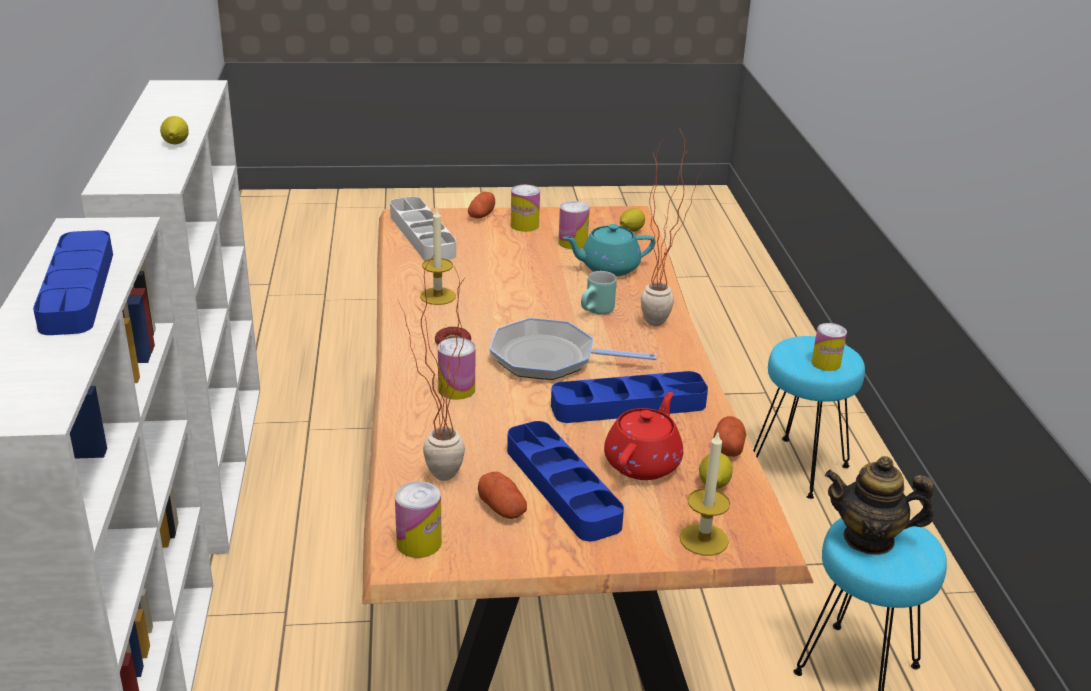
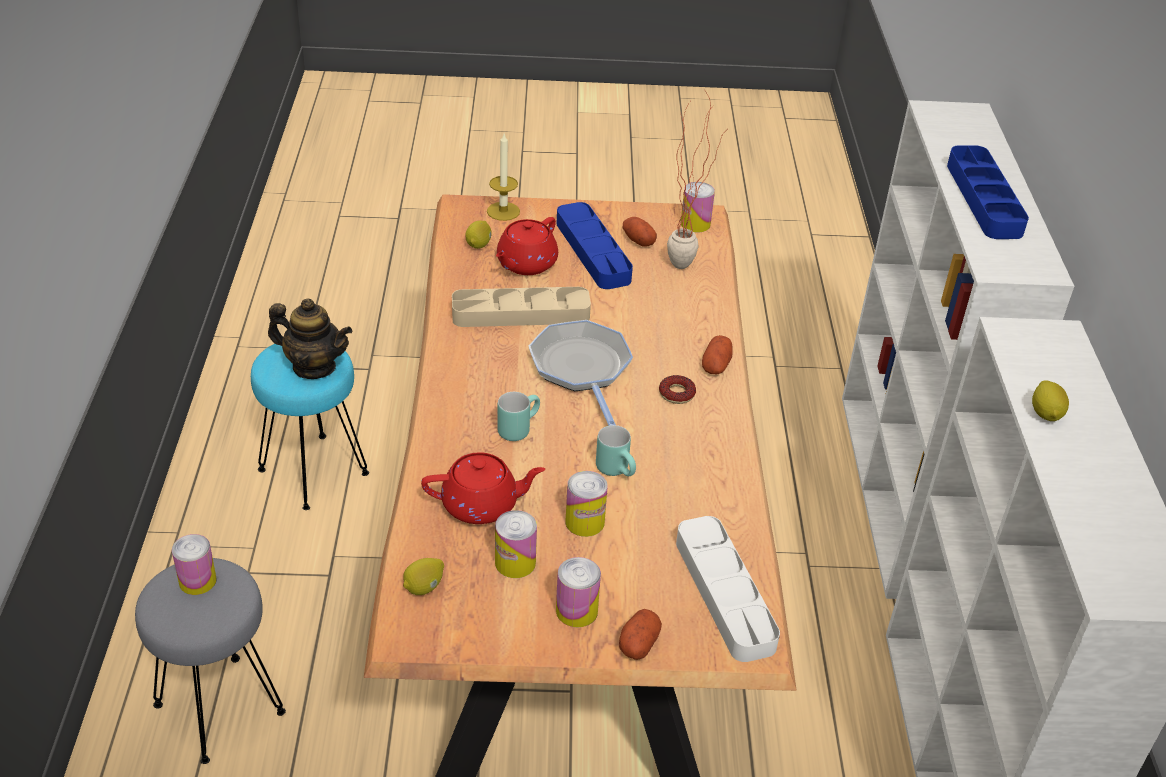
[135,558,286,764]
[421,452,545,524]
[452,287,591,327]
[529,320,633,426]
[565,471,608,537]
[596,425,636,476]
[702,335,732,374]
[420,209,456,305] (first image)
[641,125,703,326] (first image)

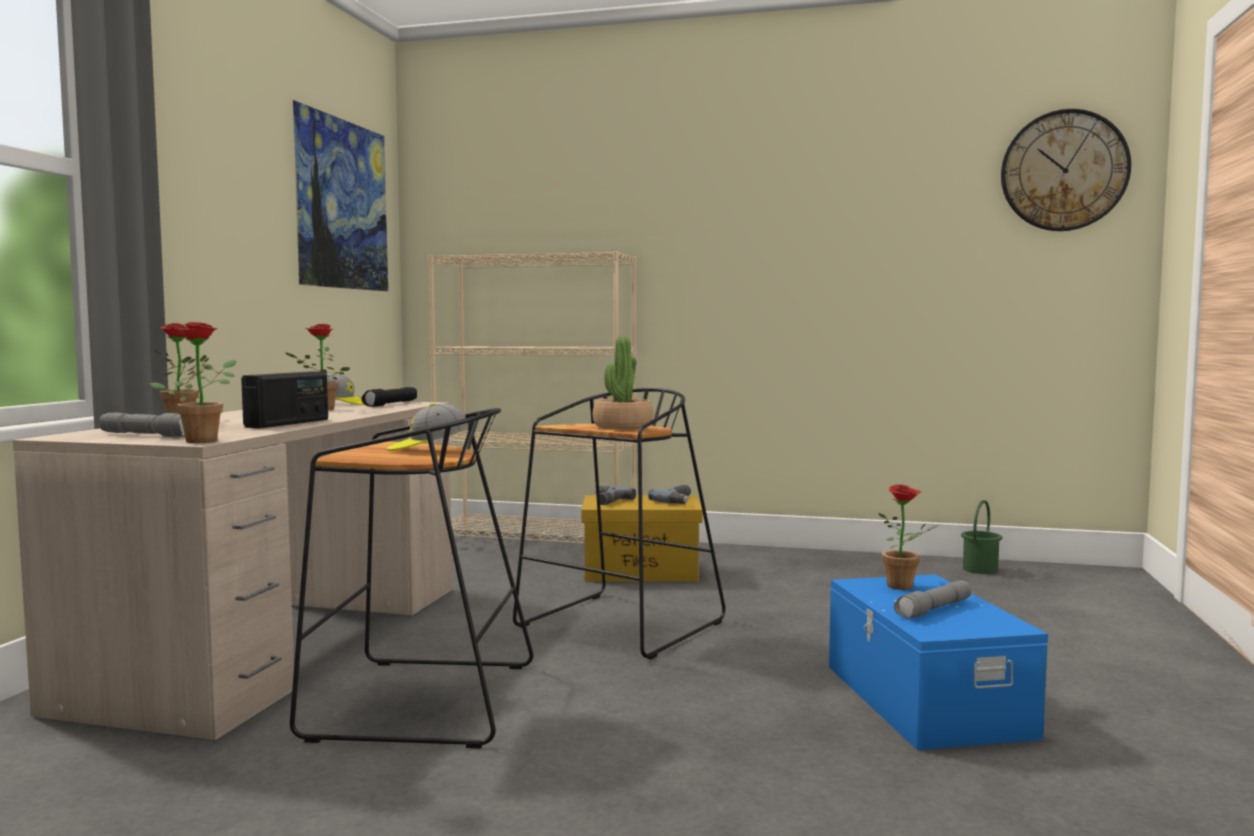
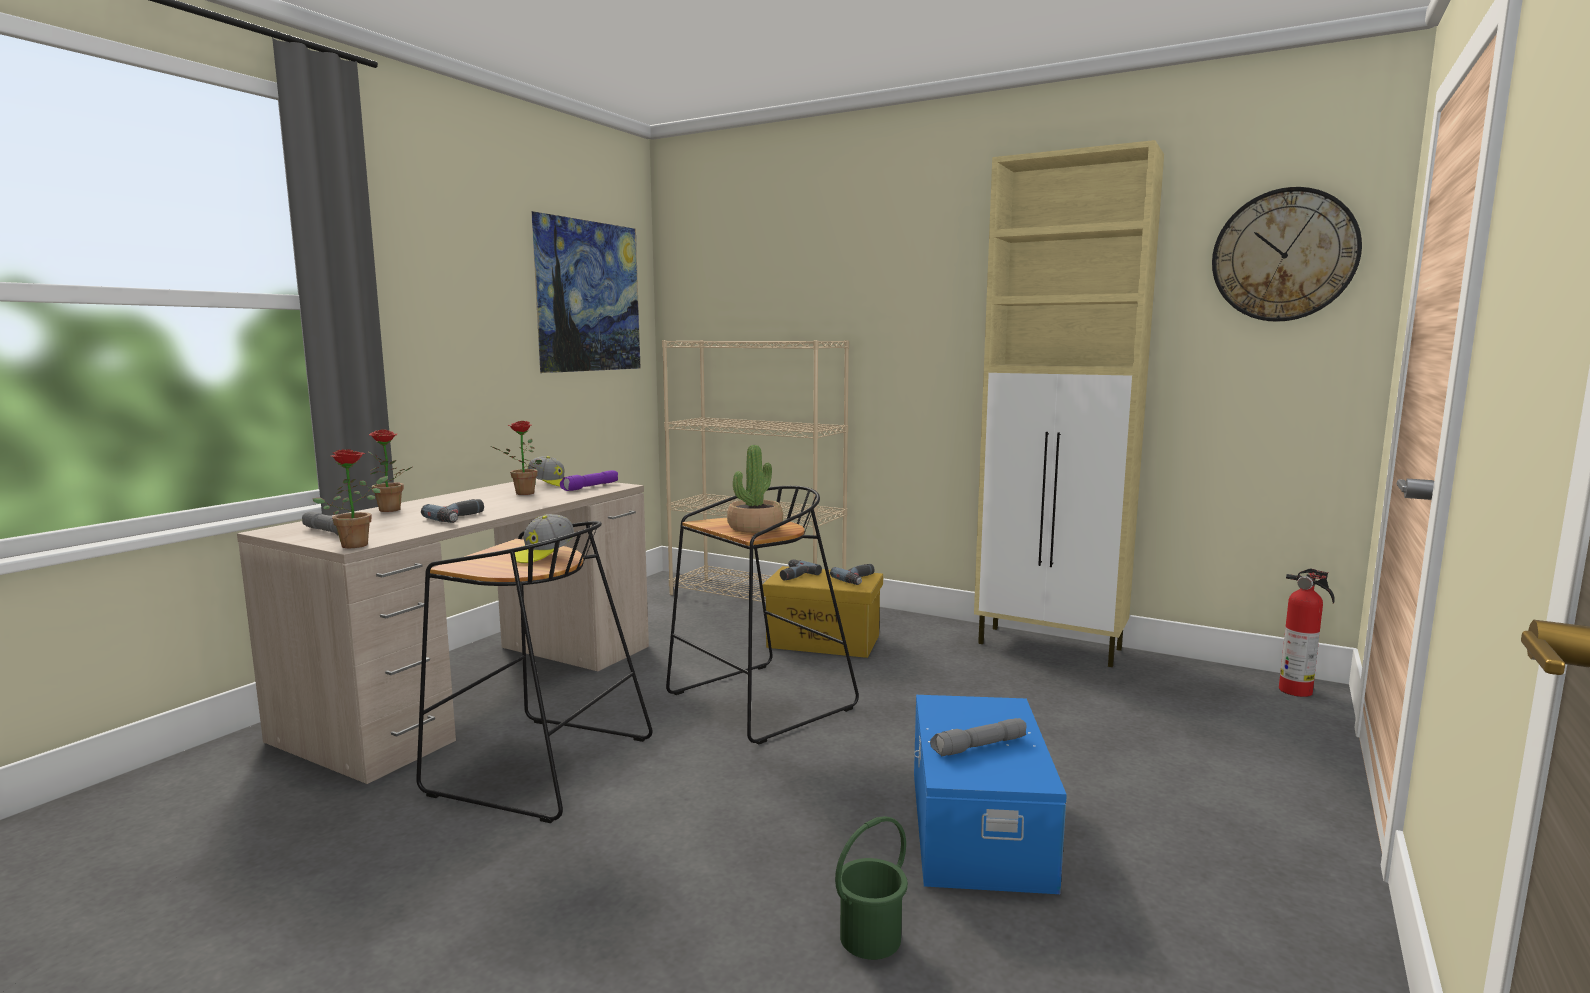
[421,499,484,523]
[515,514,574,563]
[560,470,618,491]
[835,816,908,960]
[974,140,1164,667]
[1279,568,1335,697]
[879,484,938,590] (first image)

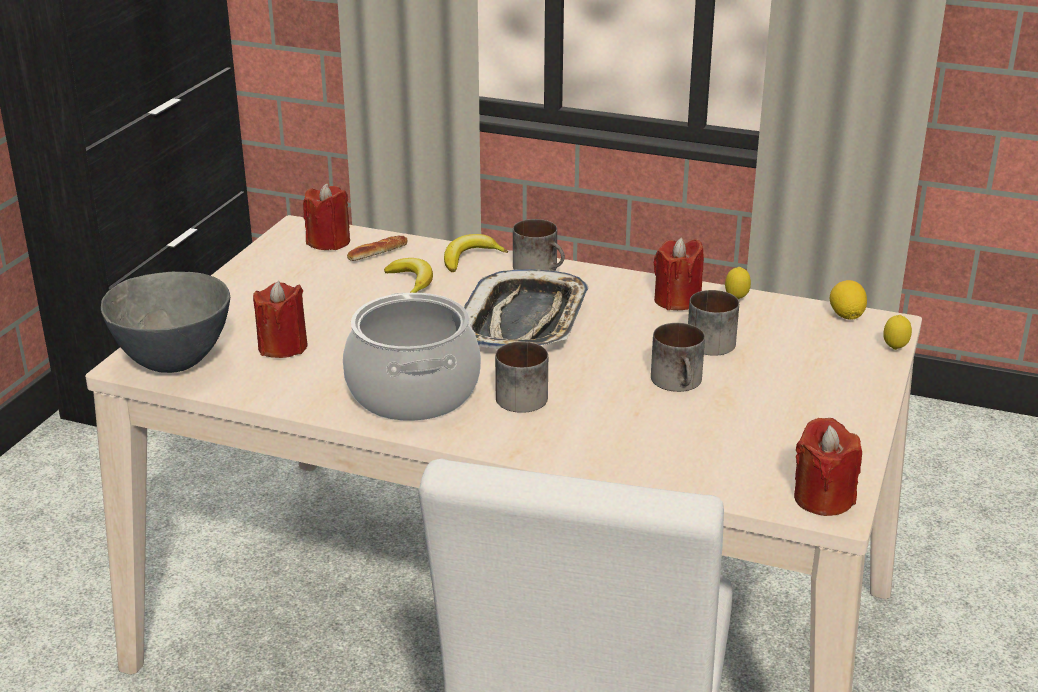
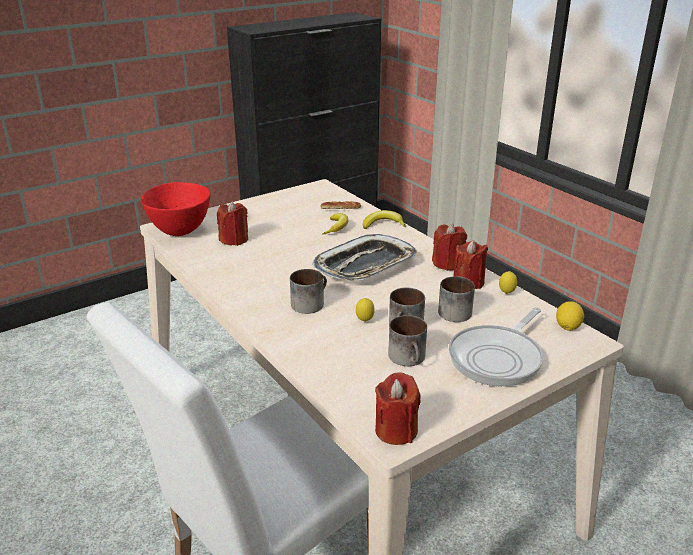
[141,182,210,236]
[356,298,375,322]
[388,315,427,366]
[432,224,467,271]
[449,307,543,386]
[343,293,481,421] (first image)

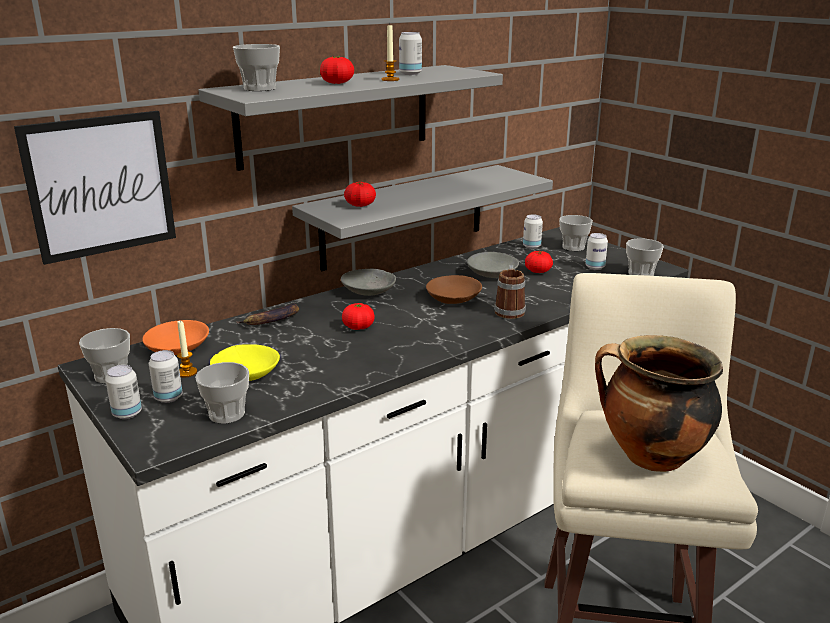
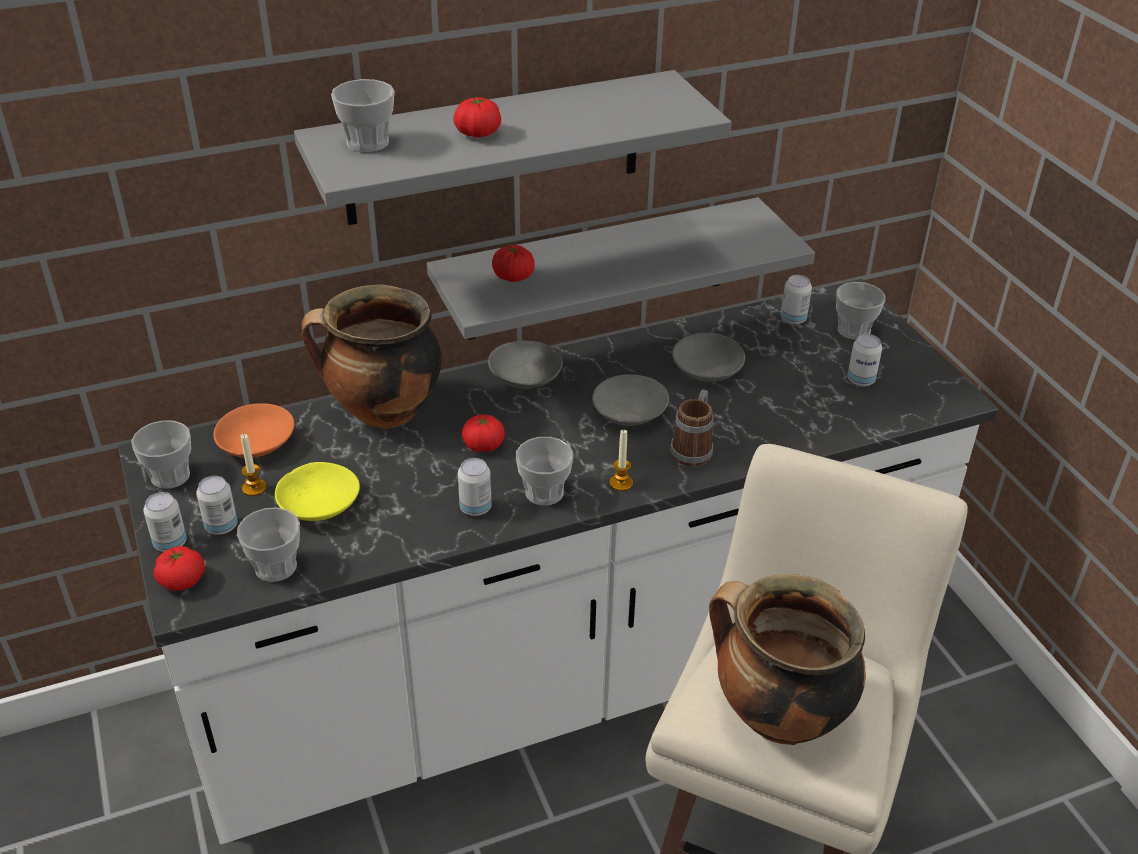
[153,546,205,591]
[301,284,442,429]
[458,458,492,516]
[516,437,573,506]
[592,374,669,426]
[610,430,633,491]
[14,111,176,265] (first image)

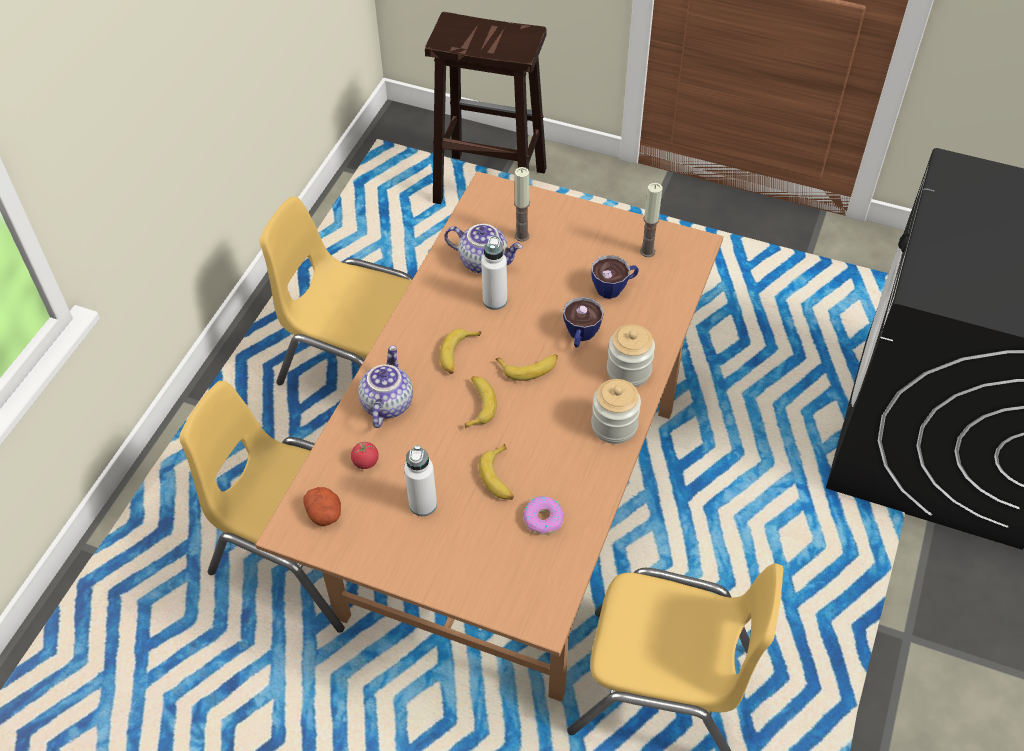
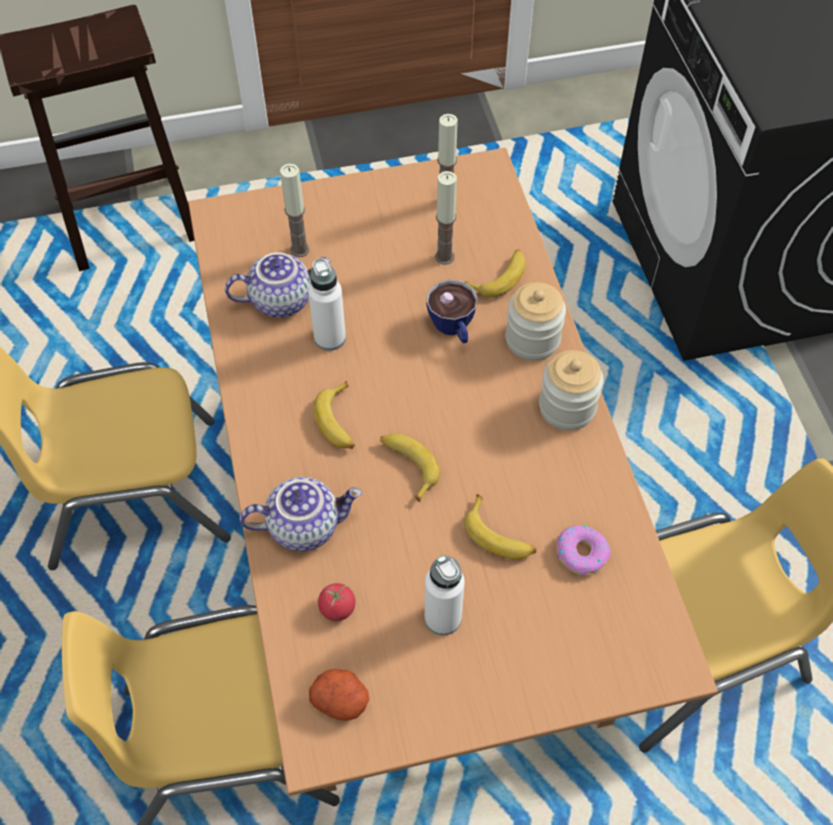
[240,477,362,552]
[435,171,457,265]
[464,249,526,298]

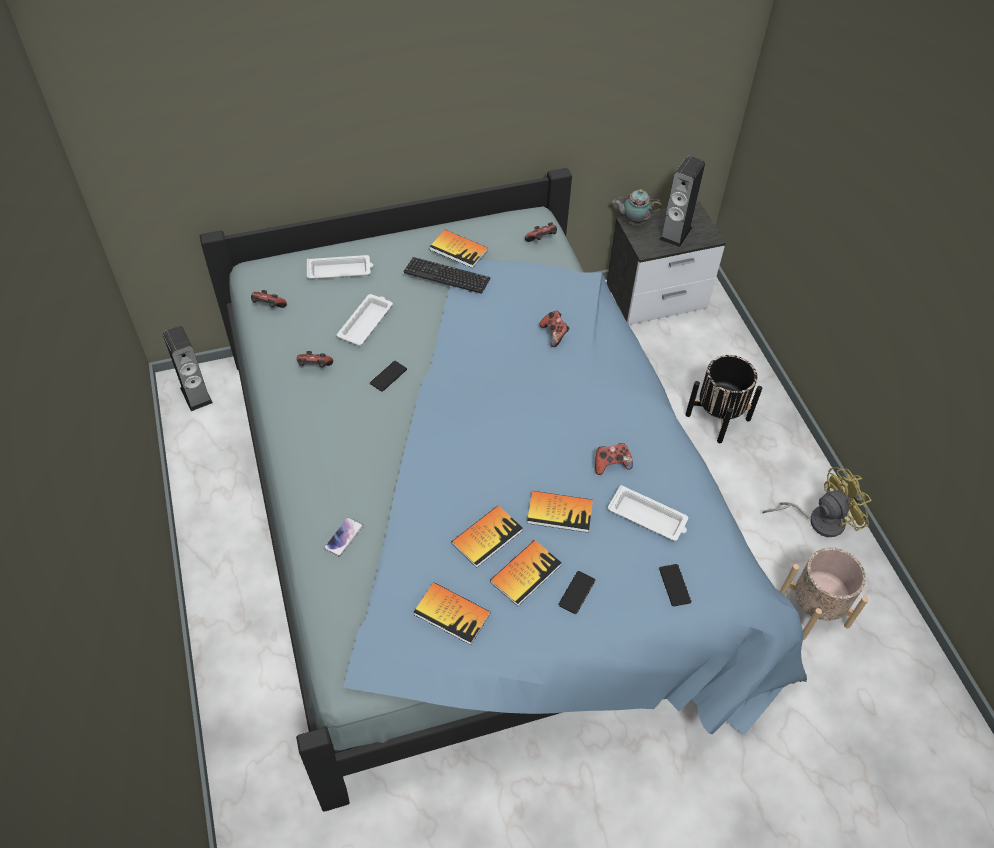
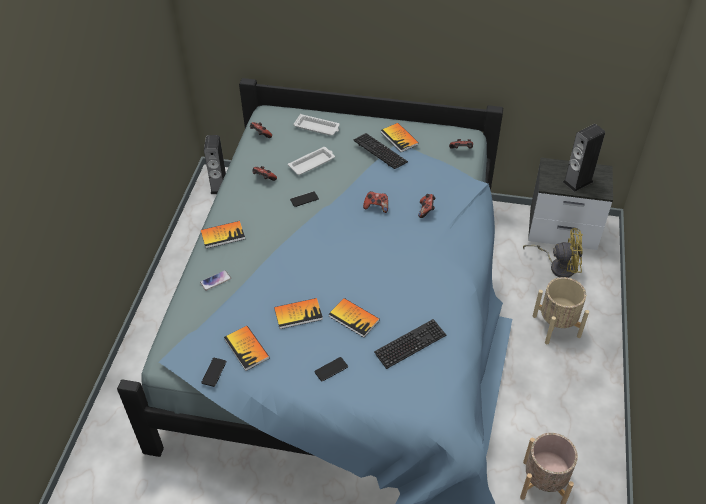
[201,221,245,249]
[201,358,226,387]
[363,191,388,213]
[374,319,446,369]
[523,228,583,278]
[533,277,589,344]
[613,189,662,226] (first image)

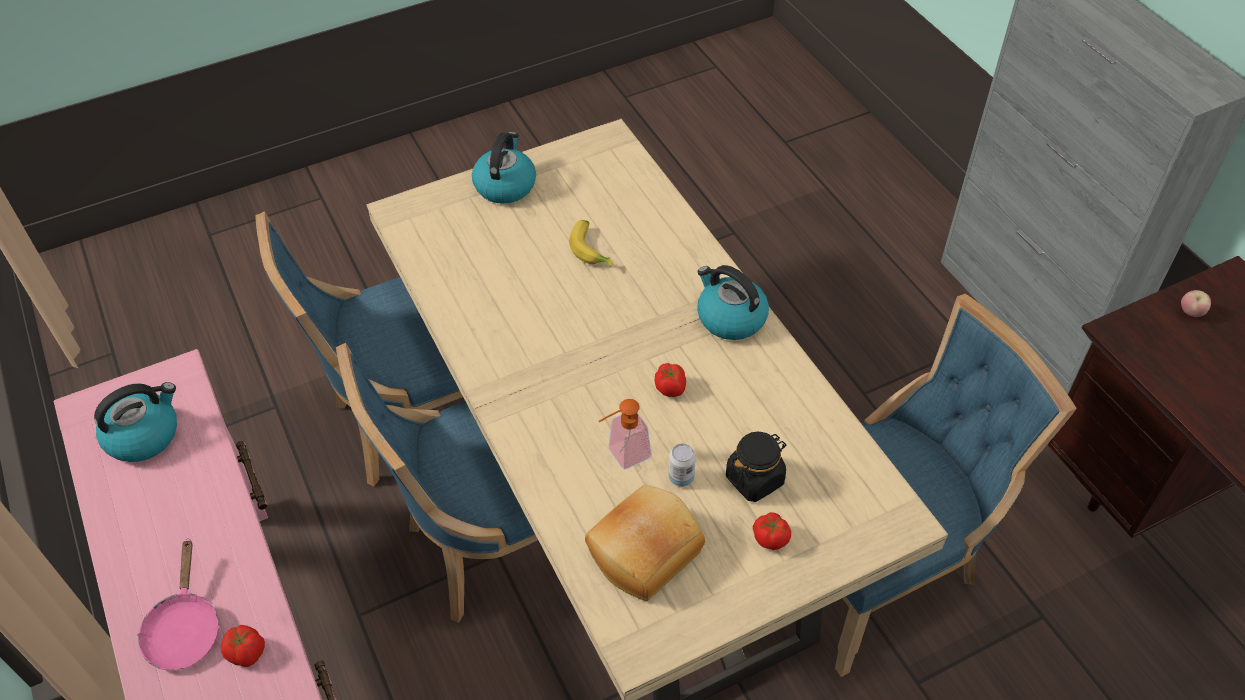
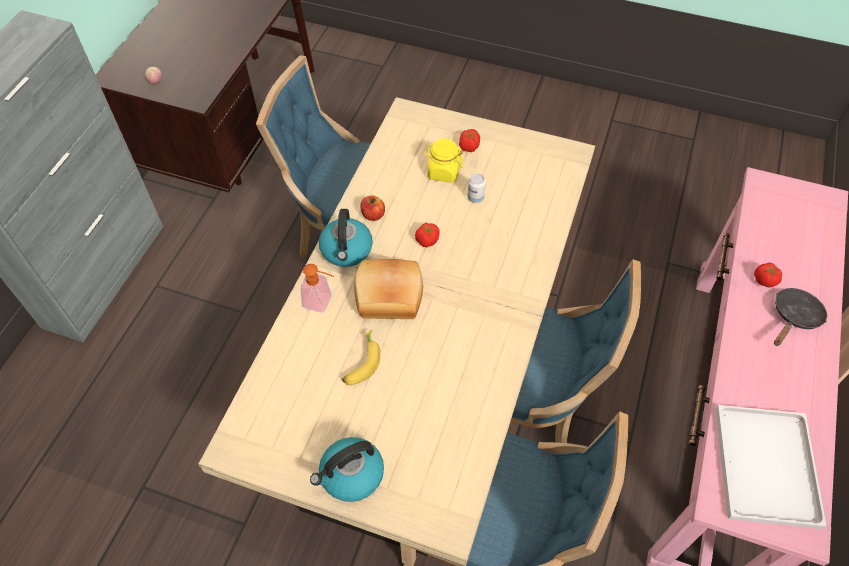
[300,264,334,313]
[354,259,423,319]
[360,196,385,221]
[424,138,464,182]
[716,405,826,529]
[774,288,827,346]

